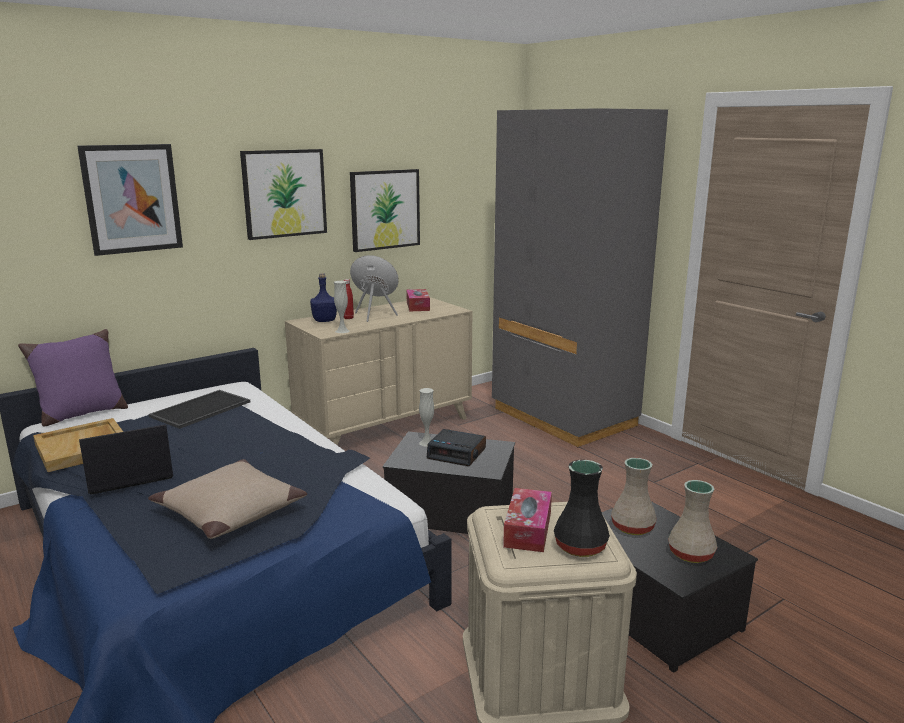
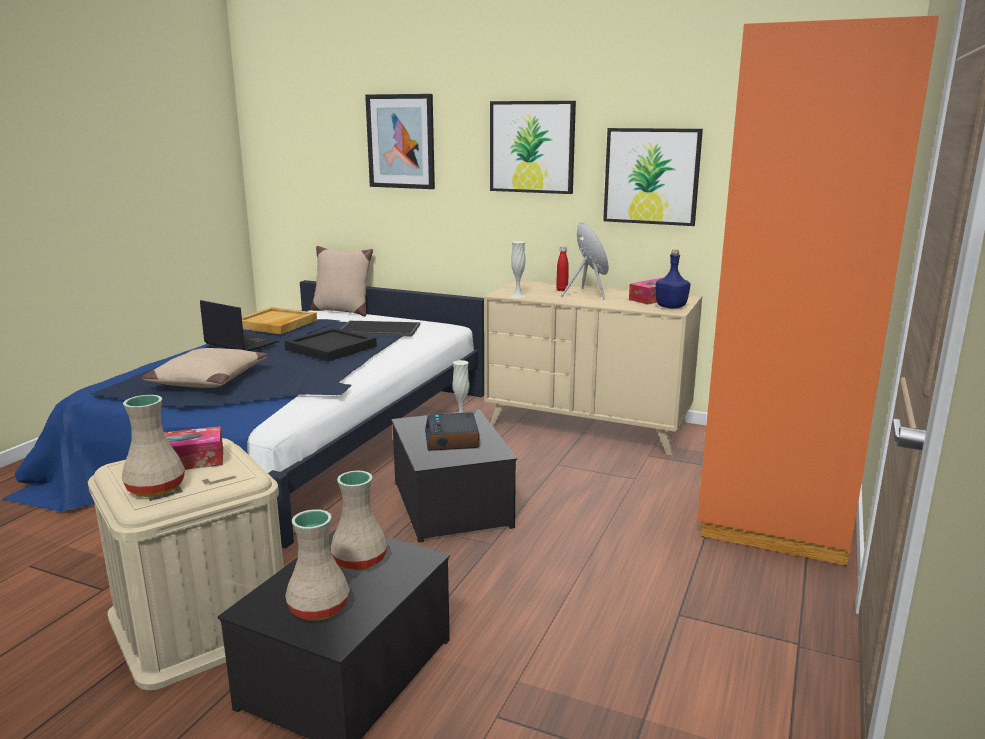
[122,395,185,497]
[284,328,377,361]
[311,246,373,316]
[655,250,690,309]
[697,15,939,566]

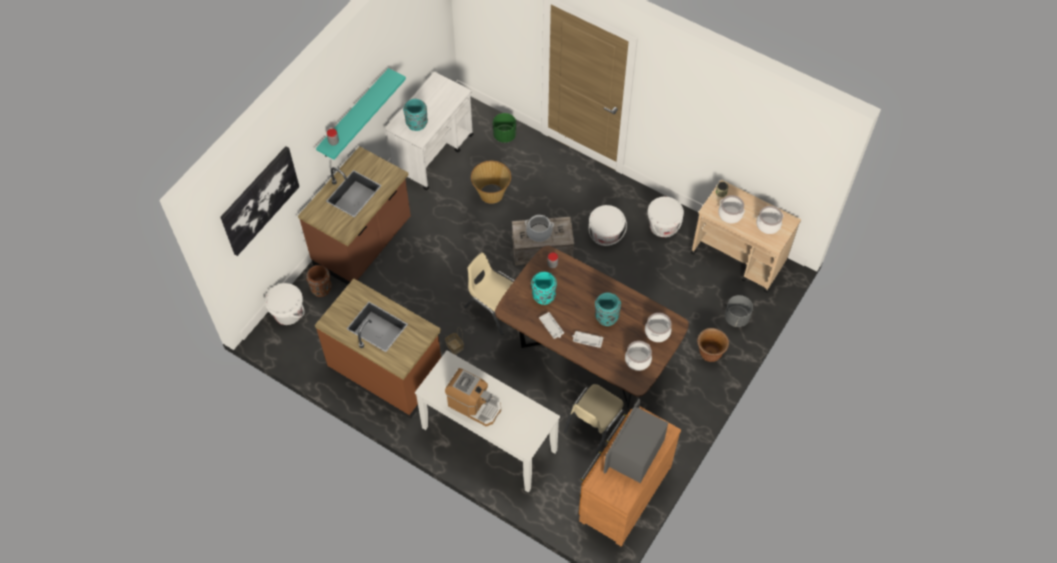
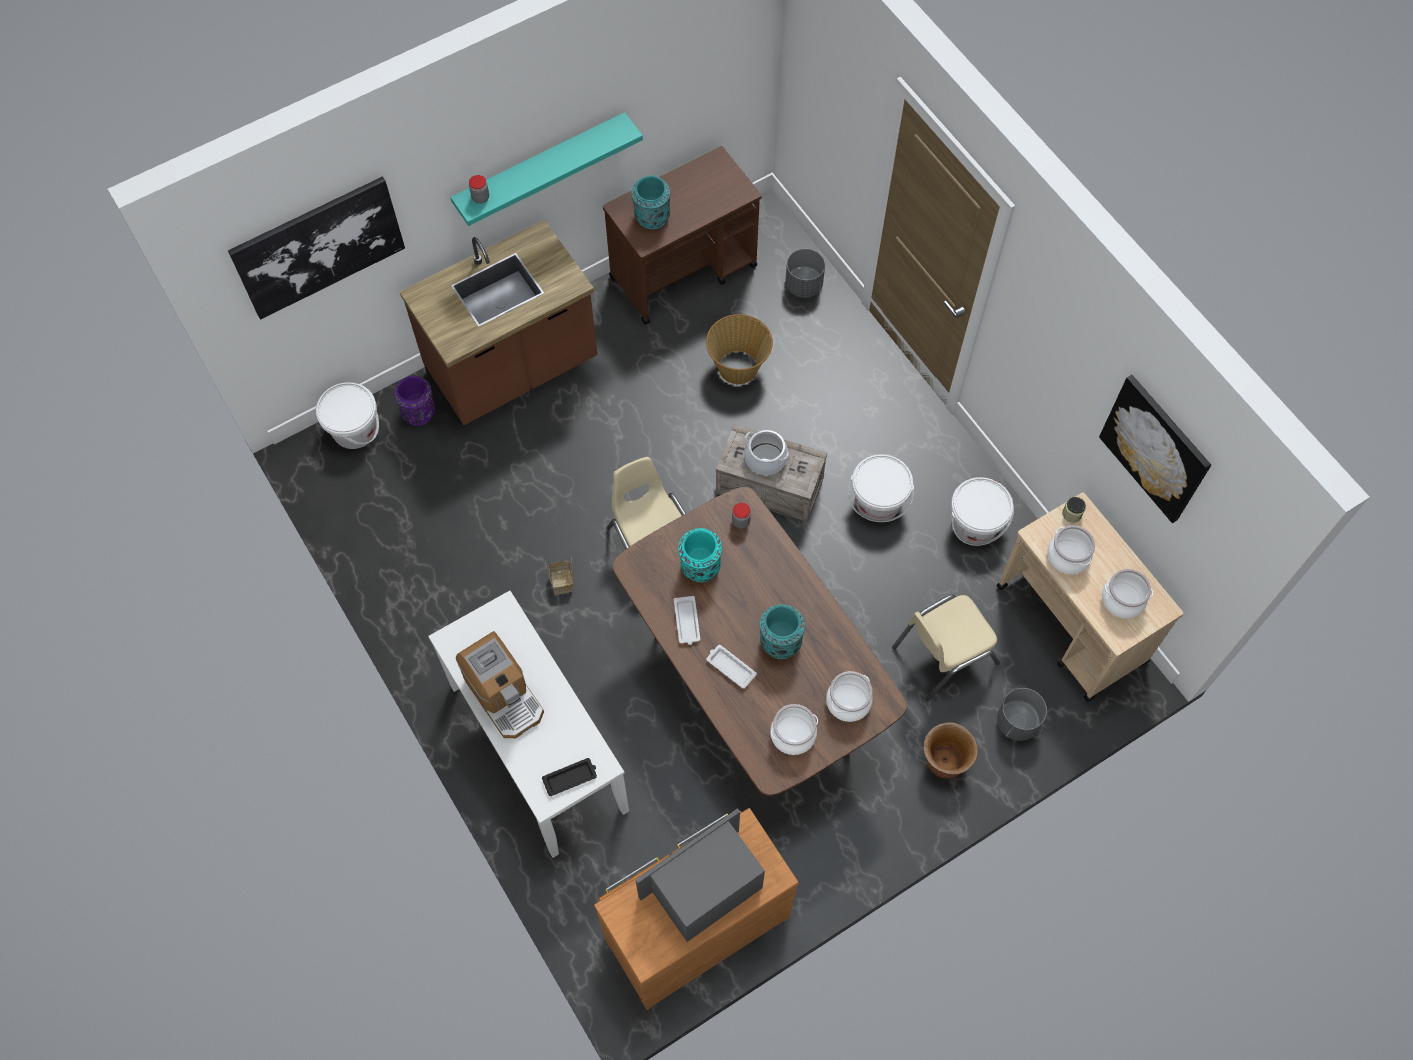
[394,375,435,426]
[542,758,597,796]
[603,146,762,325]
[785,249,825,298]
[892,595,1000,701]
[1099,375,1211,523]
[315,278,441,419] (first image)

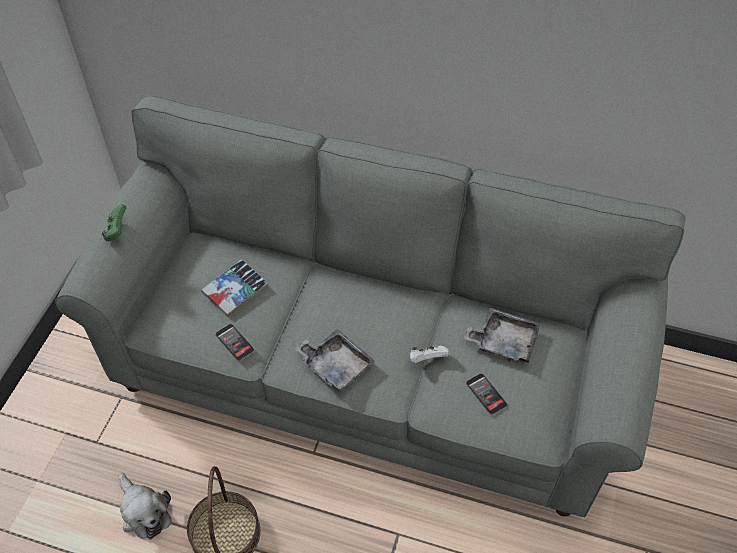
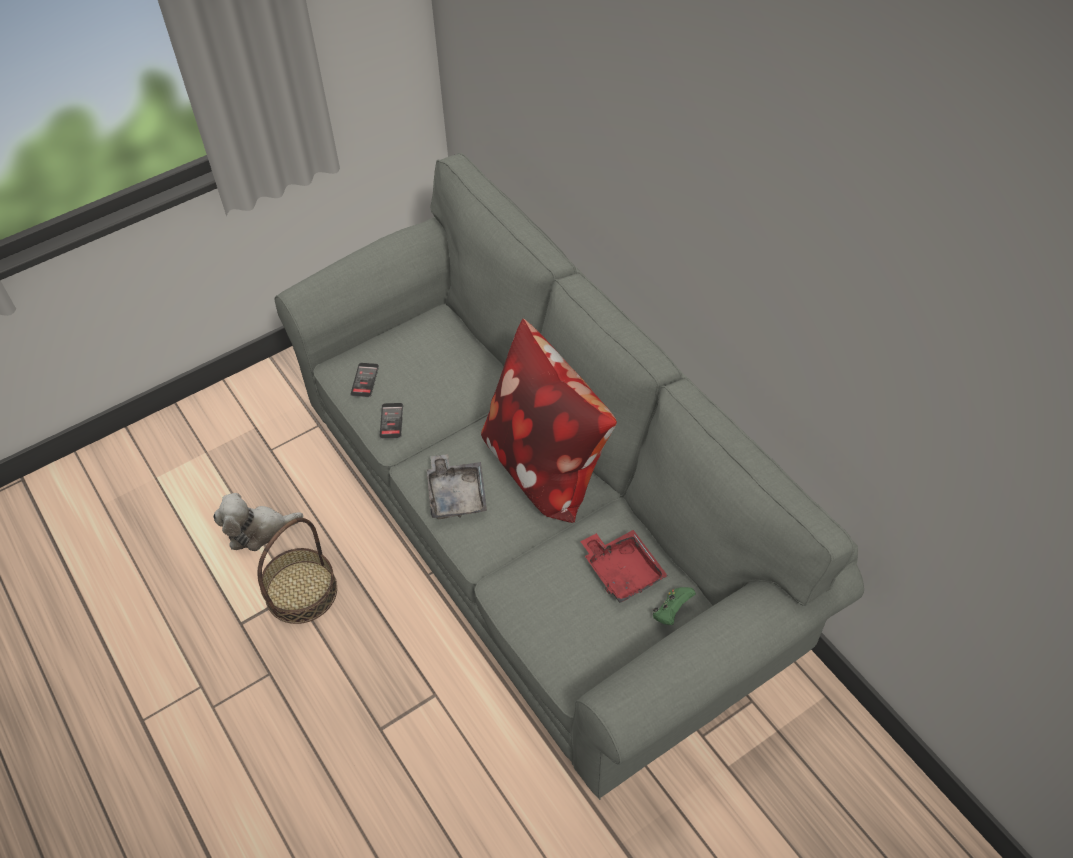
[213,493,303,551]
[350,363,379,398]
[481,319,617,523]
[580,530,668,603]
[653,587,696,625]
[201,259,268,317] (first image)
[410,345,450,363] (first image)

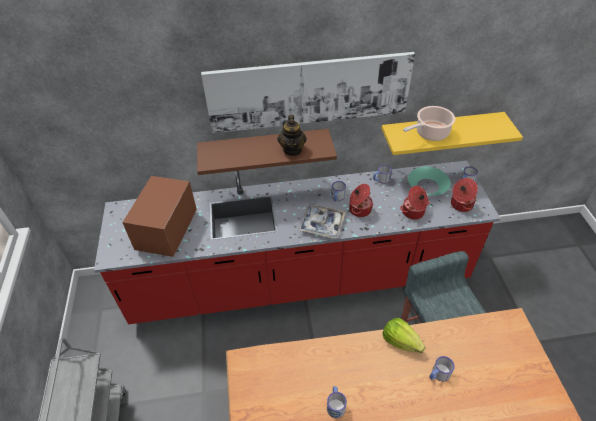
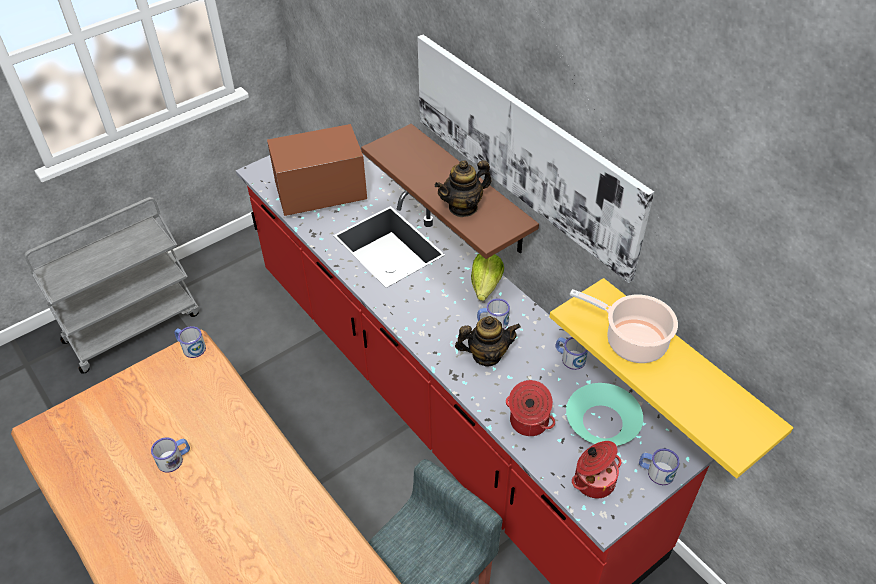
[174,326,206,358]
[455,316,521,367]
[471,254,504,301]
[299,204,345,238] (first image)

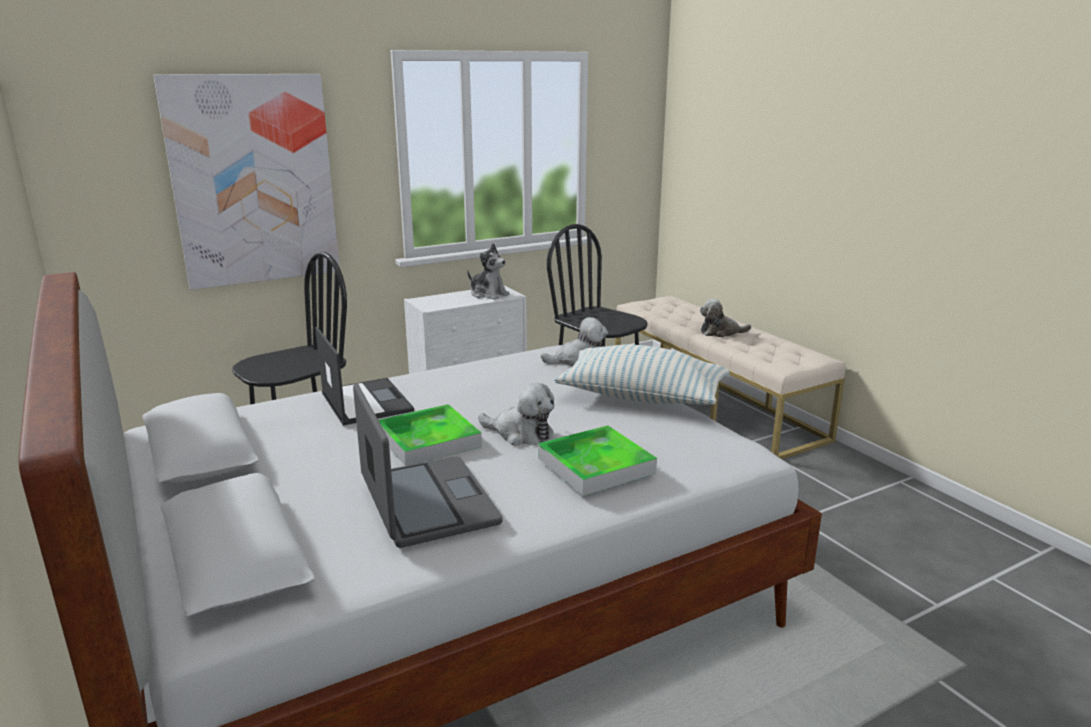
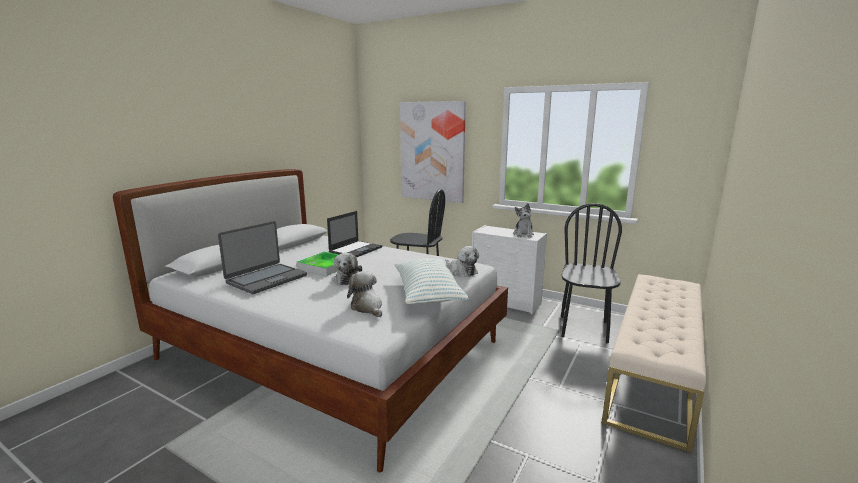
[347,271,382,317]
[538,425,657,496] (first image)

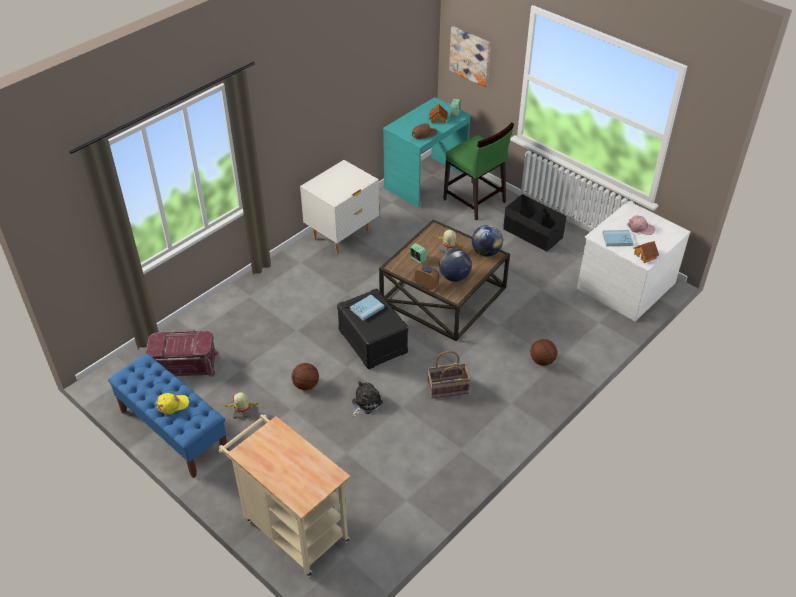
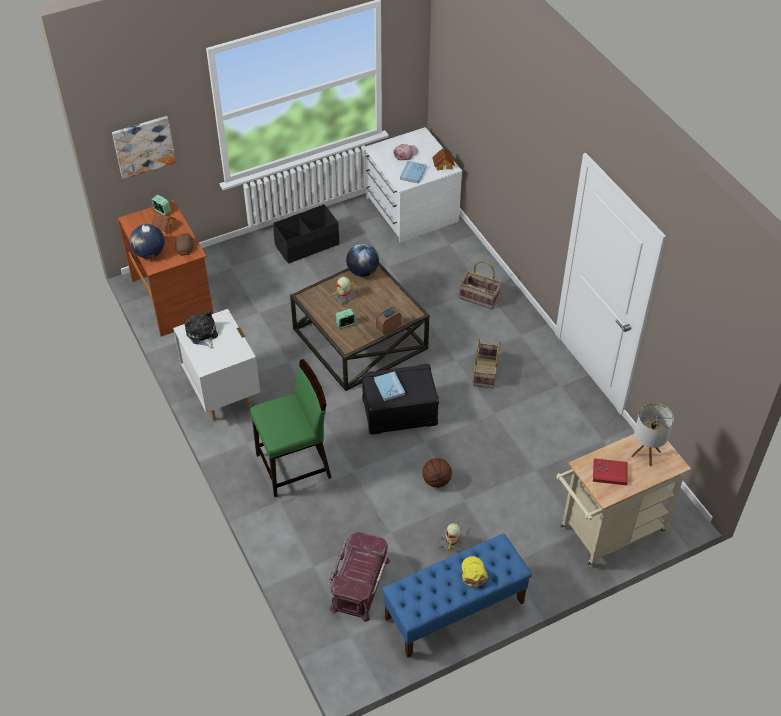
[118,200,213,337]
[130,224,165,258]
[185,311,218,349]
[250,359,332,497]
[459,261,502,309]
[593,458,628,485]
[631,403,674,466]

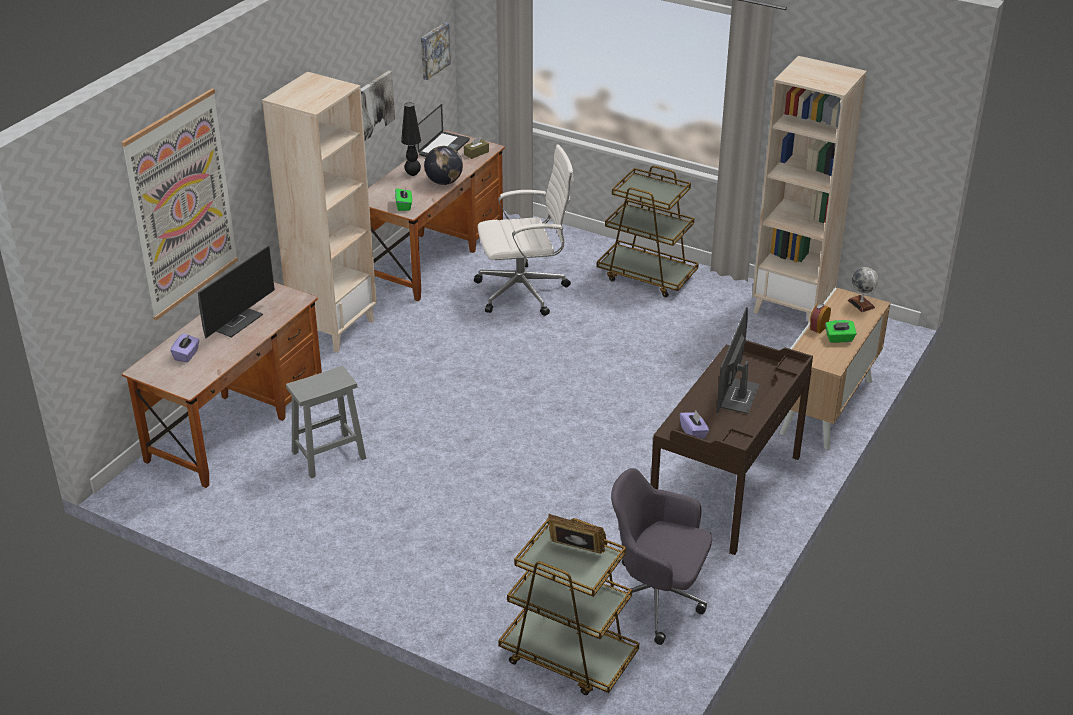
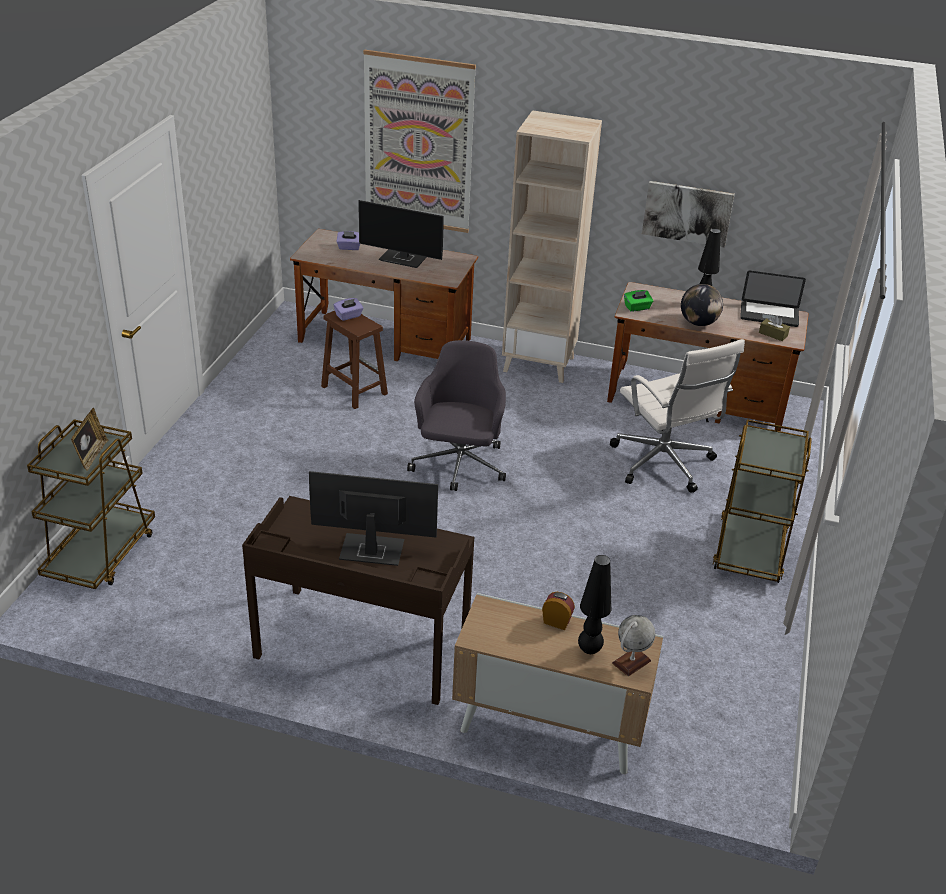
[321,311,388,409]
[334,298,363,321]
[407,340,506,491]
[578,555,612,654]
[421,22,451,80] (first image)
[752,56,867,324] (first image)
[825,320,857,343] (first image)

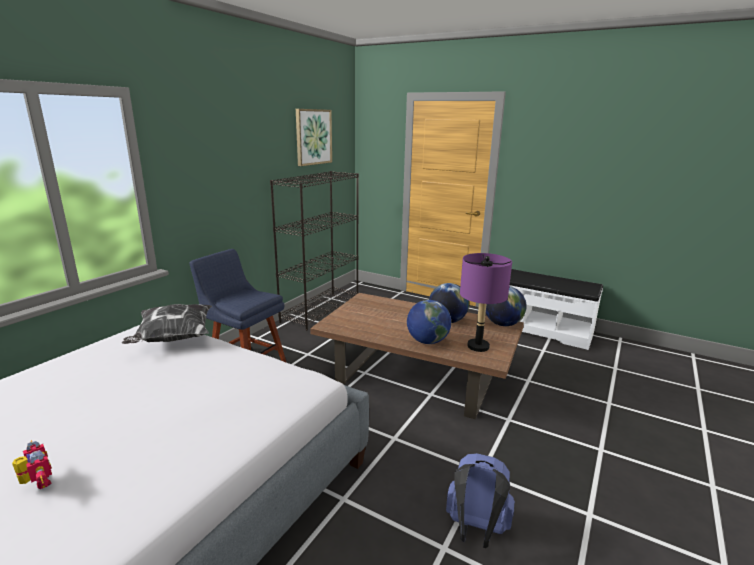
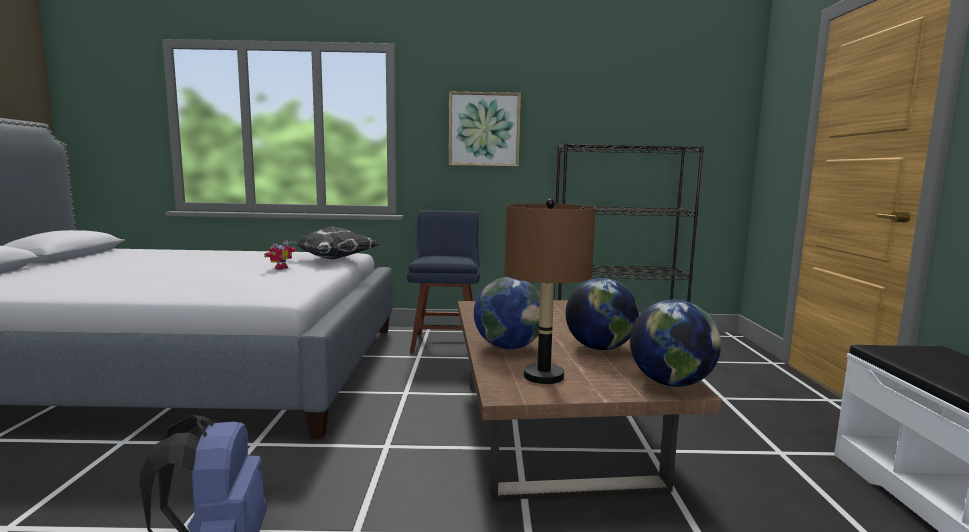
[264,242,296,270]
[448,92,521,167]
[504,199,596,384]

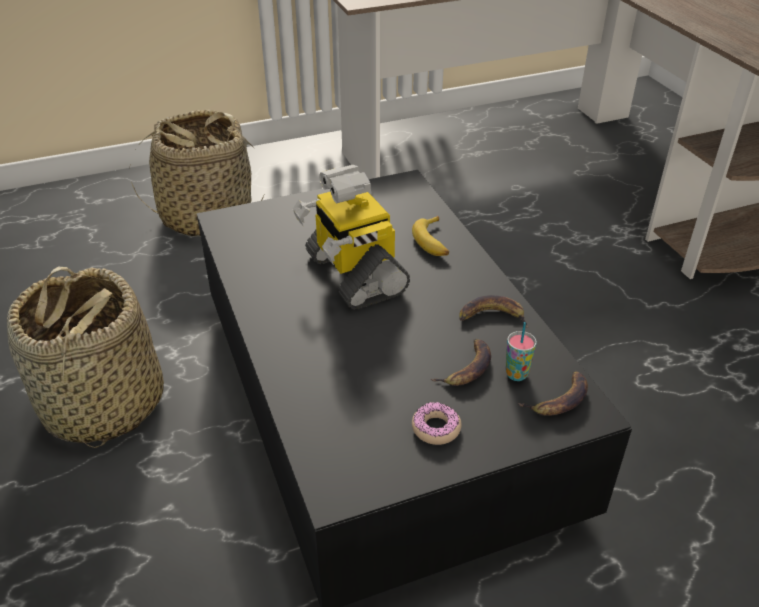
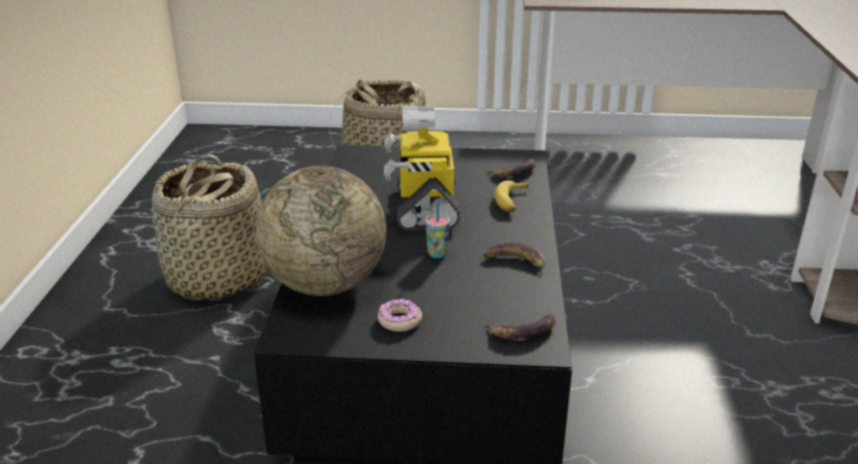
[256,166,386,296]
[425,202,450,258]
[485,158,536,177]

